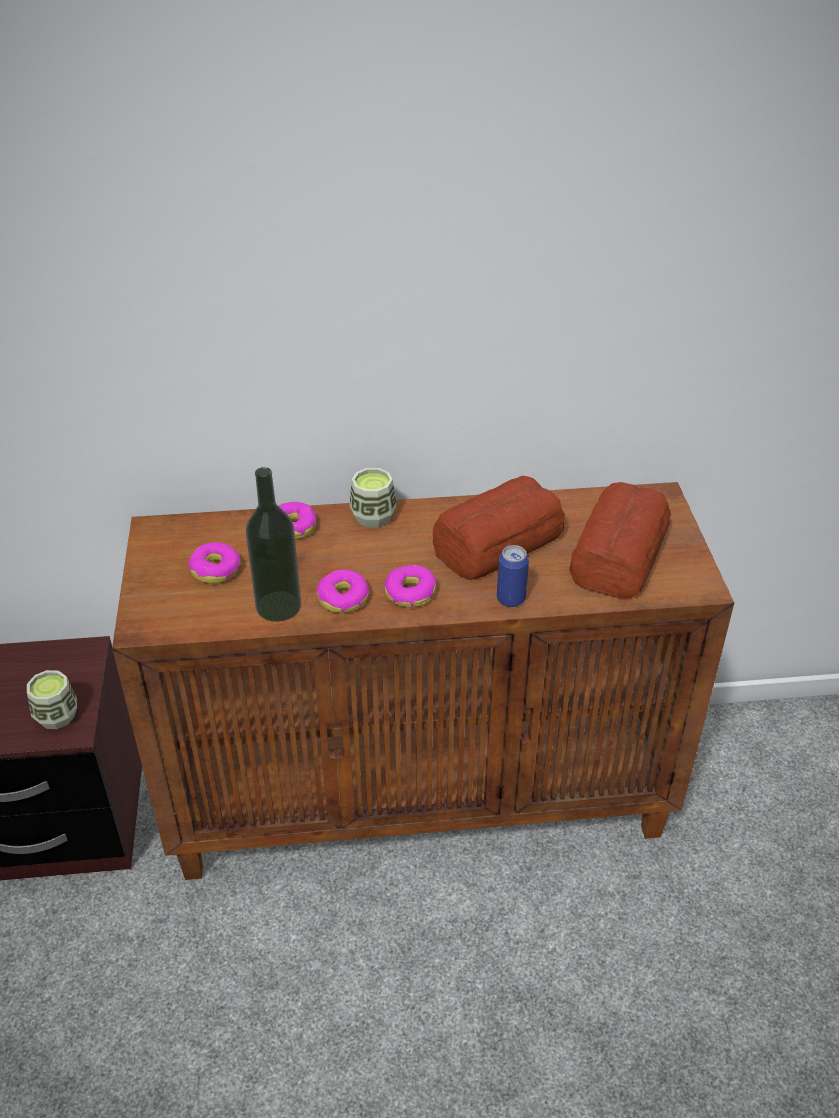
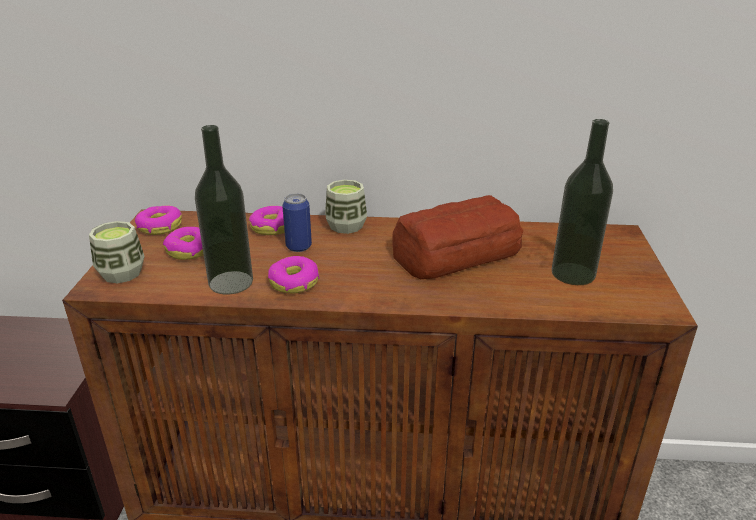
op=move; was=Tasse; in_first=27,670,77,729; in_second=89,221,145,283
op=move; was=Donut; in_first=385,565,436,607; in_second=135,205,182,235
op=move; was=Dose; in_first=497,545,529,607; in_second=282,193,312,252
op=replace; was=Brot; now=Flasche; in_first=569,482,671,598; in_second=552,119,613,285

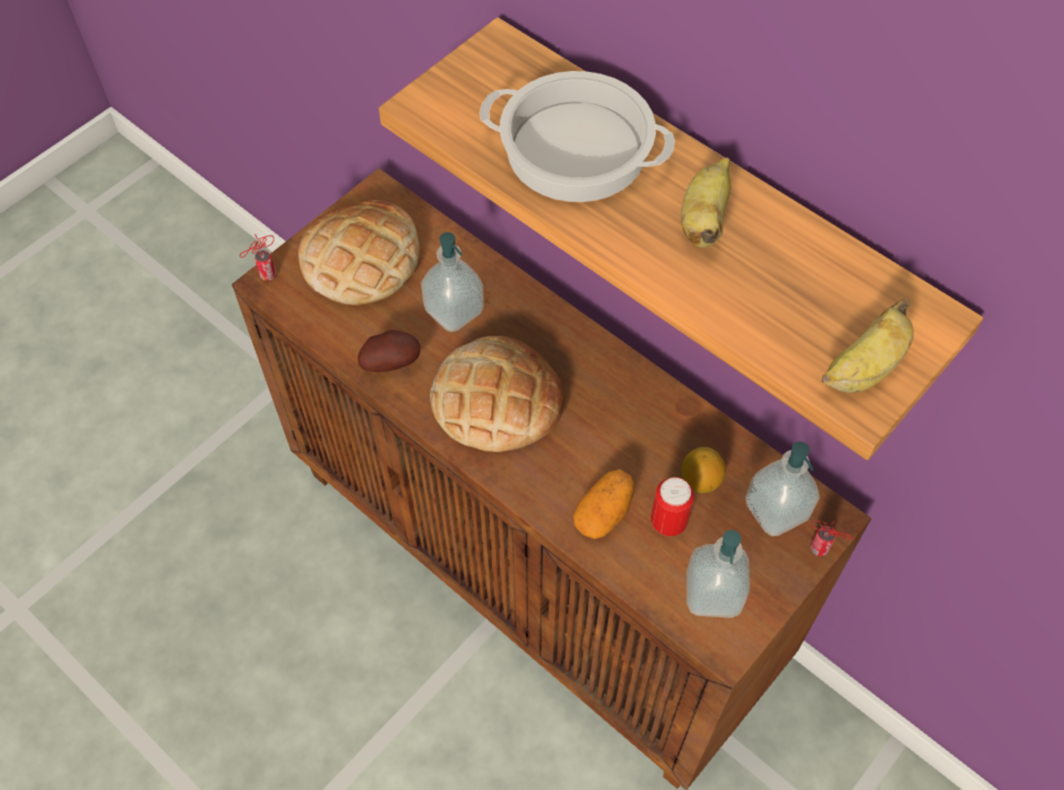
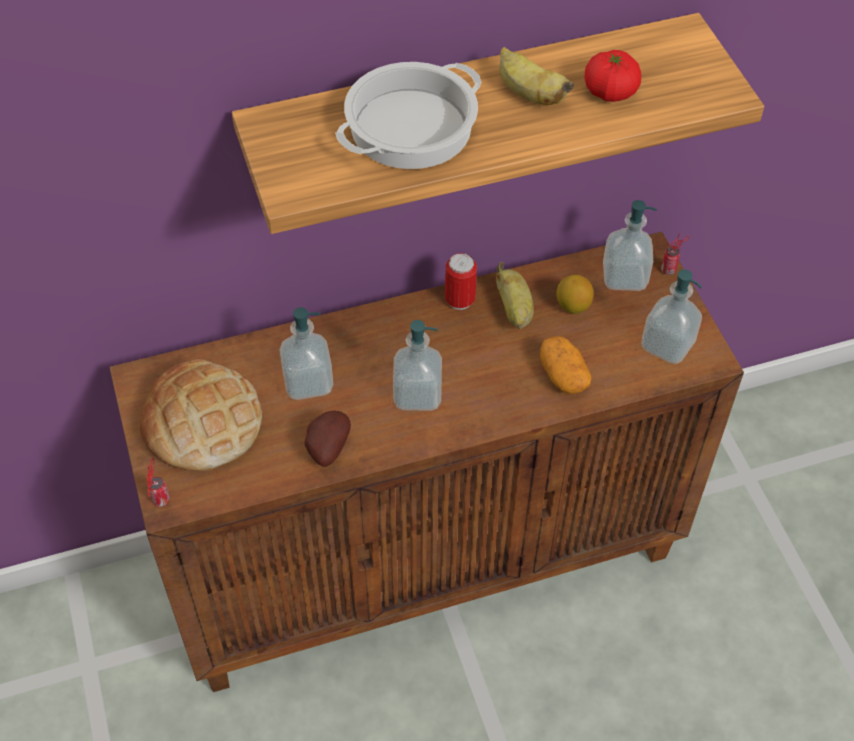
op=insert; now=Tomate; in_second=584,50,641,102
op=move; was=Dose; in_first=651,477,694,536; in_second=445,253,477,310
op=move; was=Banane; in_first=822,298,914,393; in_second=496,262,534,329
op=replace; was=Brot; now=Seifenspender; in_first=430,336,564,452; in_second=393,320,442,411

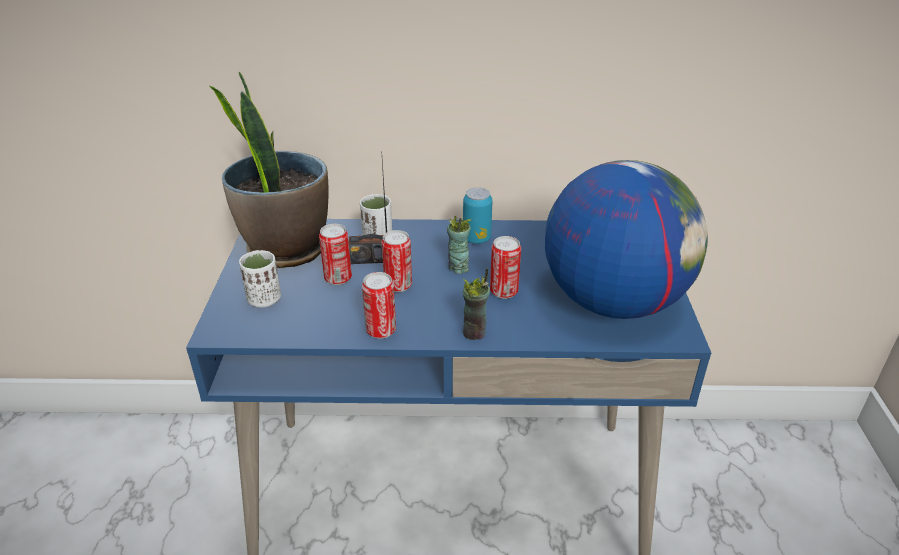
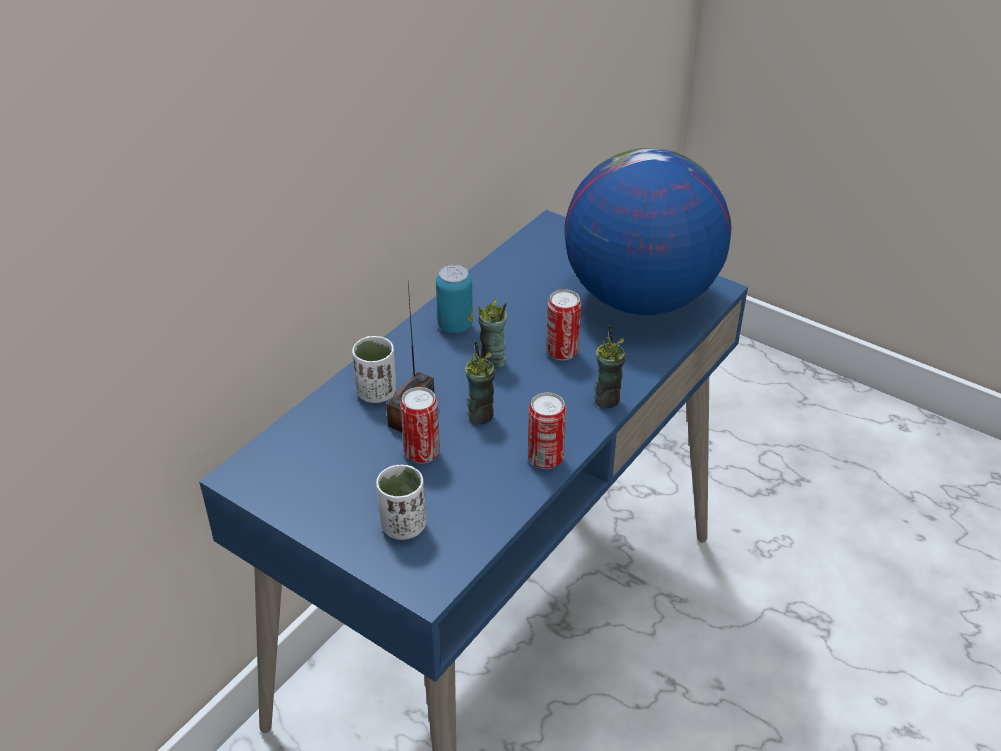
op=delete; was=Topfpflanze; in_first=208,71,329,268
op=replace; was=Dose; now=Tasse; in_first=381,230,412,292; in_second=464,341,496,425

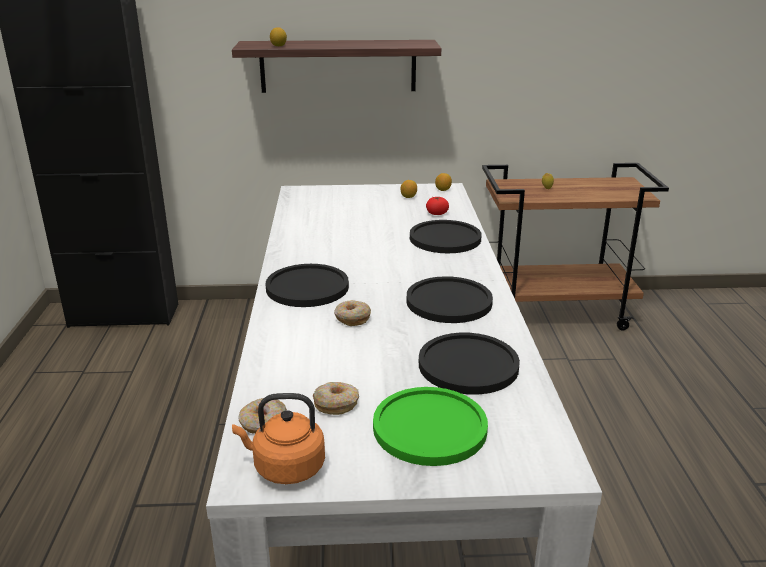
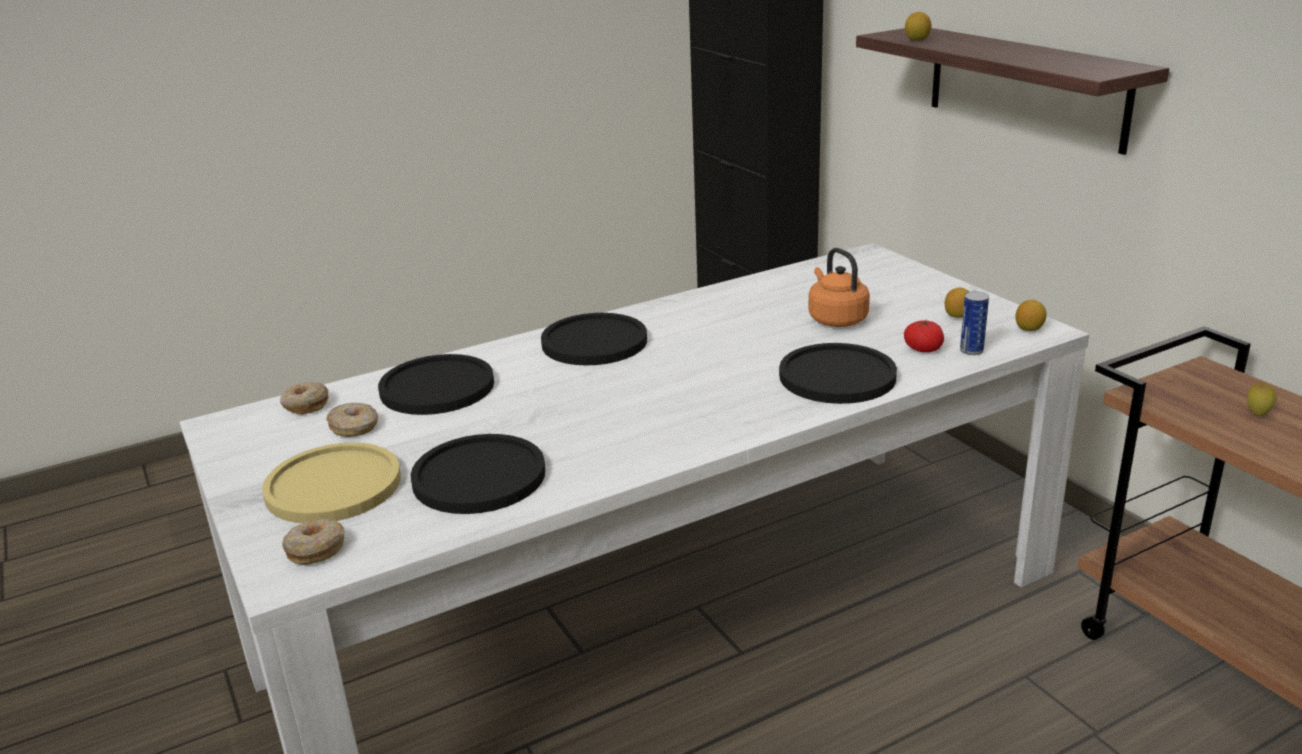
op=insert; now=Dose; in_second=960,291,989,355
op=move; was=Wasserkessel [orange]; in_first=232,393,325,484; in_second=808,248,870,327
op=move; was=Donut; in_first=334,300,371,326; in_second=282,519,344,565
op=move; was=Teller [schwarz]; in_first=407,276,493,323; in_second=378,354,494,415
op=recolor; was=Teller [grün]; now=Teller [gelb]; in_first=373,387,488,466; in_second=262,442,401,523

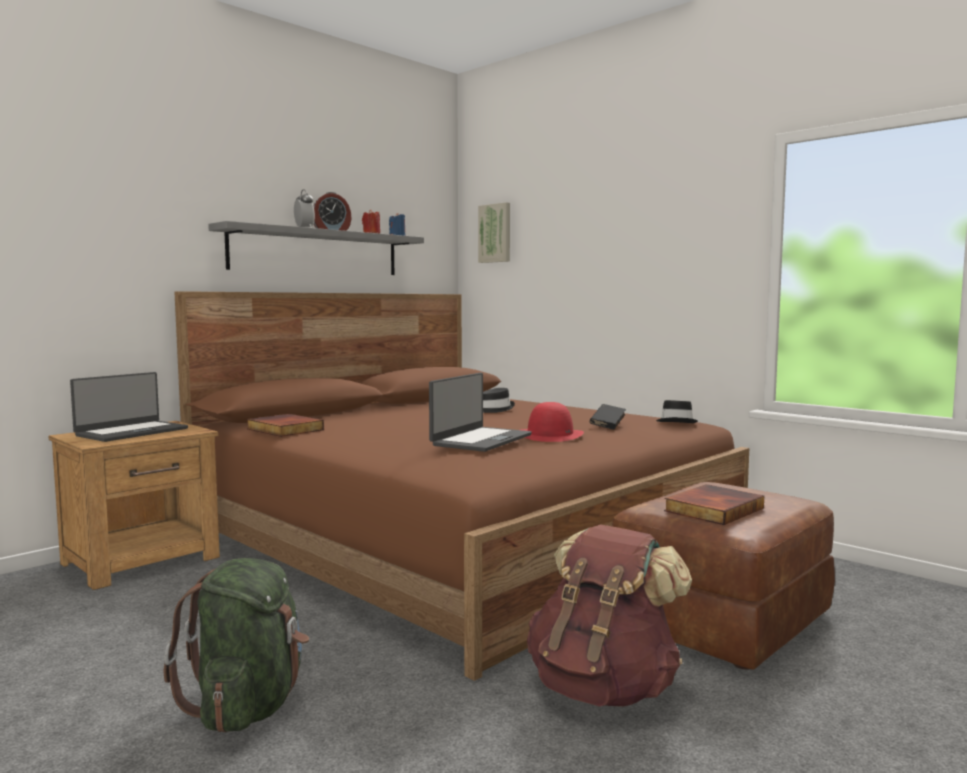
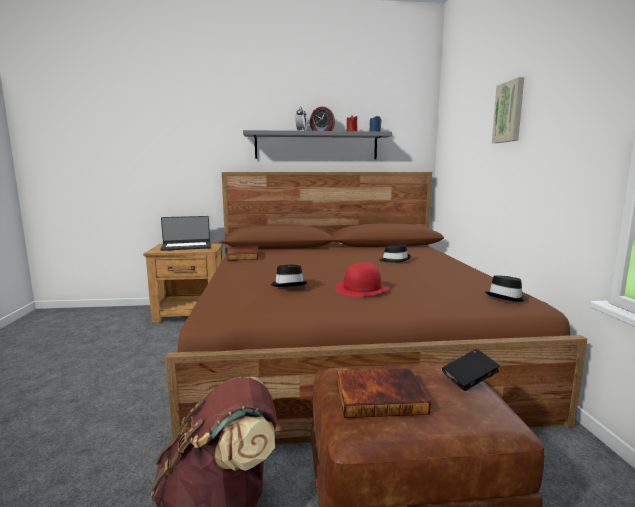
op=delete; was=Rucksack [grün]; in_first=164,558,309,733
op=move; was=Bild; in_first=478,202,510,263; in_second=492,77,524,143
op=move; was=Buch [schwarz]; in_first=590,404,626,430; in_second=442,349,500,391
op=replace; was=Laptop; now=Hut [schwarz]; in_first=429,373,532,452; in_second=271,264,307,287

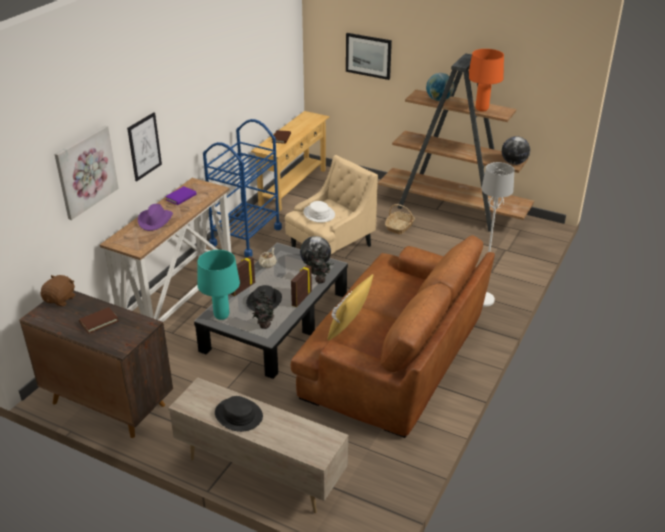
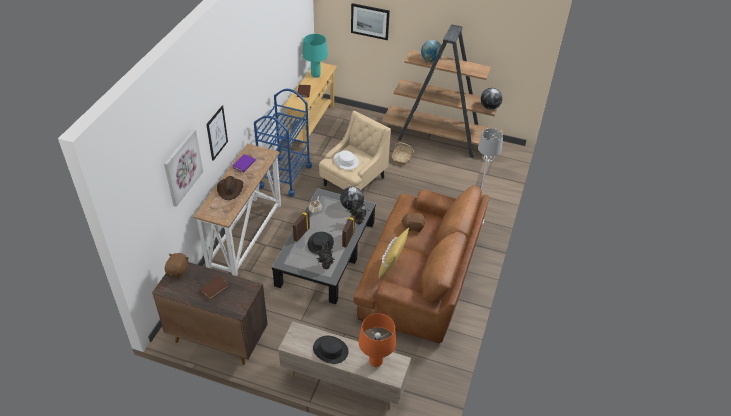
op=insert; now=Plüschtier [braun]; in_second=401,211,425,232
op=move; was=Tischlampe [türkis]; in_first=197,250,240,320; in_second=303,34,328,78
op=move; was=Tischlampe [orange]; in_first=469,49,504,112; in_second=359,313,396,367
op=recolor; was=Hut [lila]; now=Hut [braun]; in_first=138,204,173,231; in_second=217,176,243,200

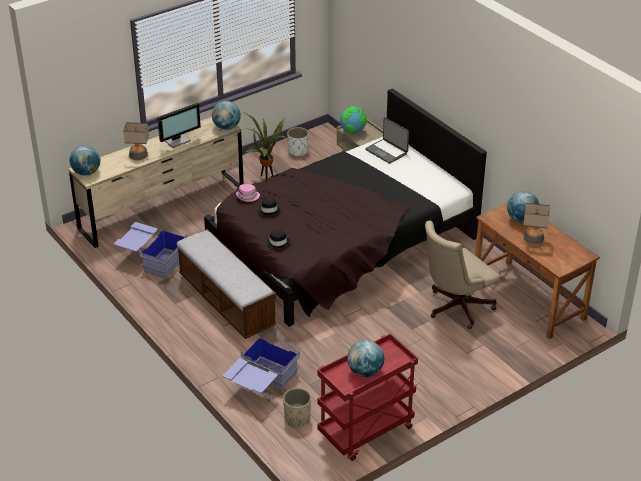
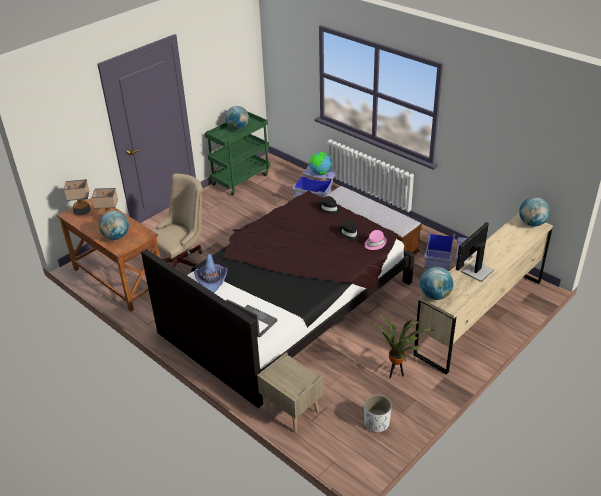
op=delete; was=Pflanzkübel [beige]; in_first=283,388,311,426
op=insert; now=Hut [lila]; in_second=194,254,228,293
op=move; was=Tischlampe; in_first=123,122,149,161; in_second=64,179,91,216
op=move; was=Globus; in_first=340,106,367,133; in_second=309,152,332,175
op=recolor; was=Rollwagen [rot]; now=Rollwagen [grün]; in_first=317,334,418,461; in_second=205,112,270,196

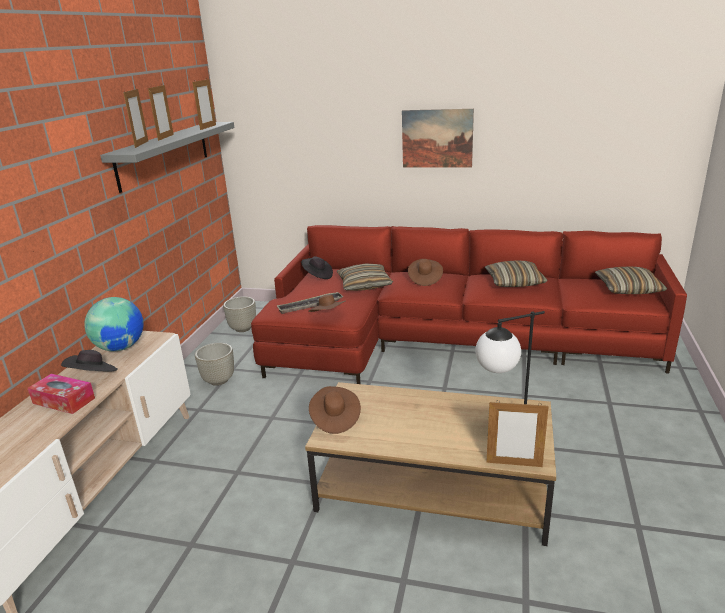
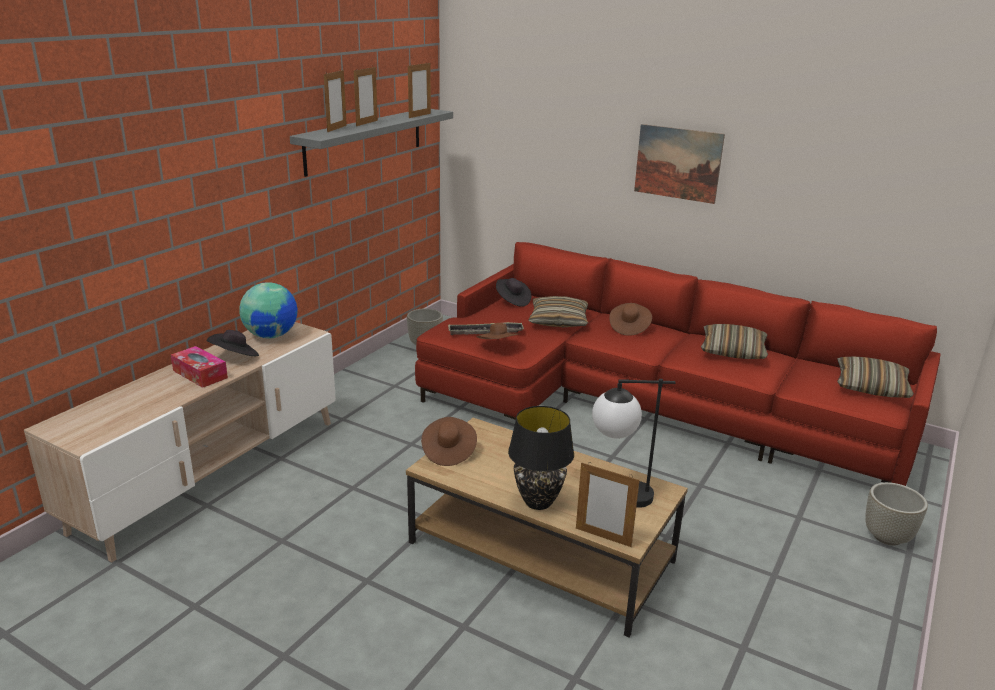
op=insert; now=Tischlampe [schwarz]; in_second=508,406,574,510
op=move; was=Pflanzkübel [grau]; in_first=195,343,234,386; in_second=865,482,928,546

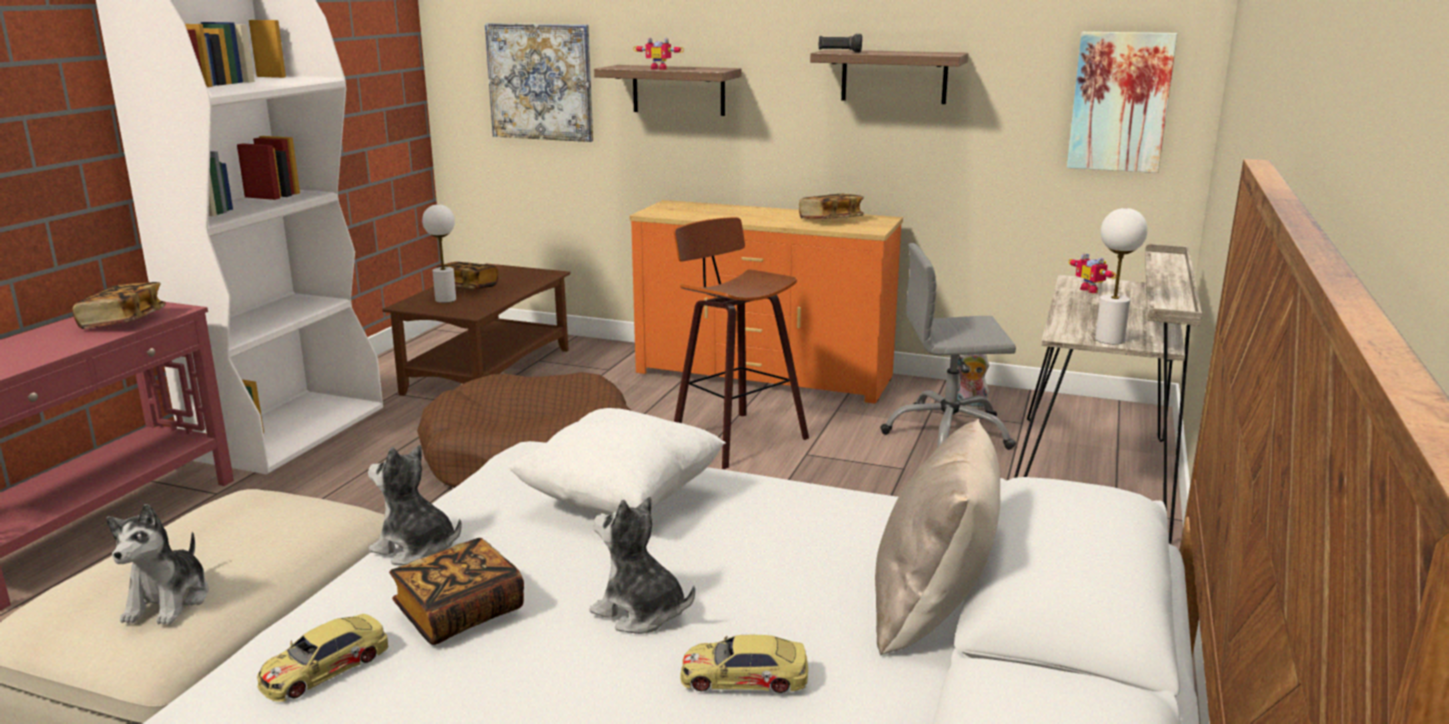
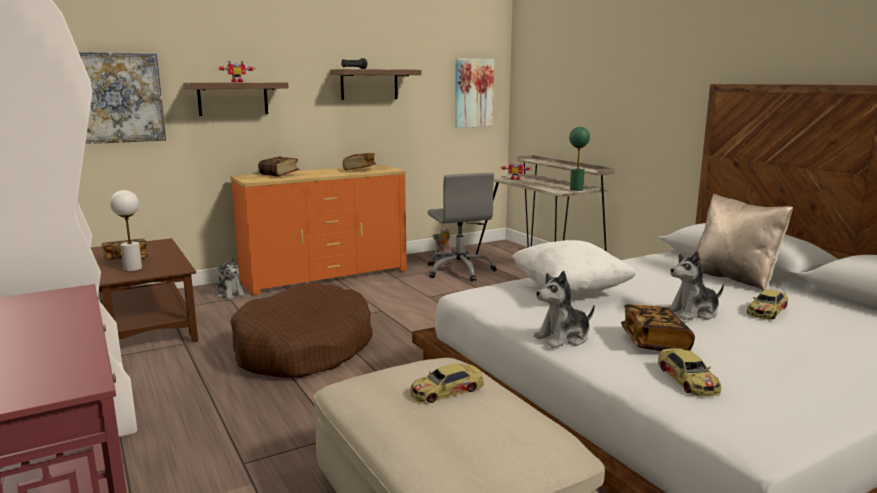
op=delete; was=Hocker; in_first=674,217,809,469
op=insert; now=Spielzeugauto; in_second=410,364,484,403
op=move; was=Buch; in_first=72,282,166,329; in_second=258,157,300,177
op=move; was=Plüschtier; in_first=106,504,209,625; in_second=217,257,246,300
op=recolor; was=Tischlampe [weiß]; now=Tischlampe [grün]; in_first=1095,208,1148,344; in_second=569,127,590,191
op=rotate; was=Bürostuhl [grau]; in_first=880,243,1016,450; in_second=428,173,496,281; clockwise=-60

